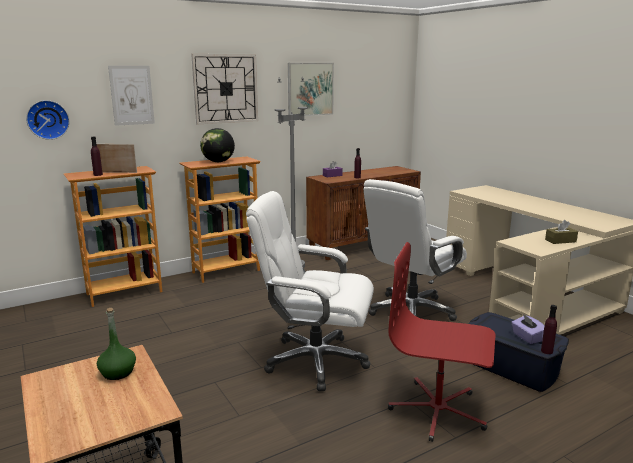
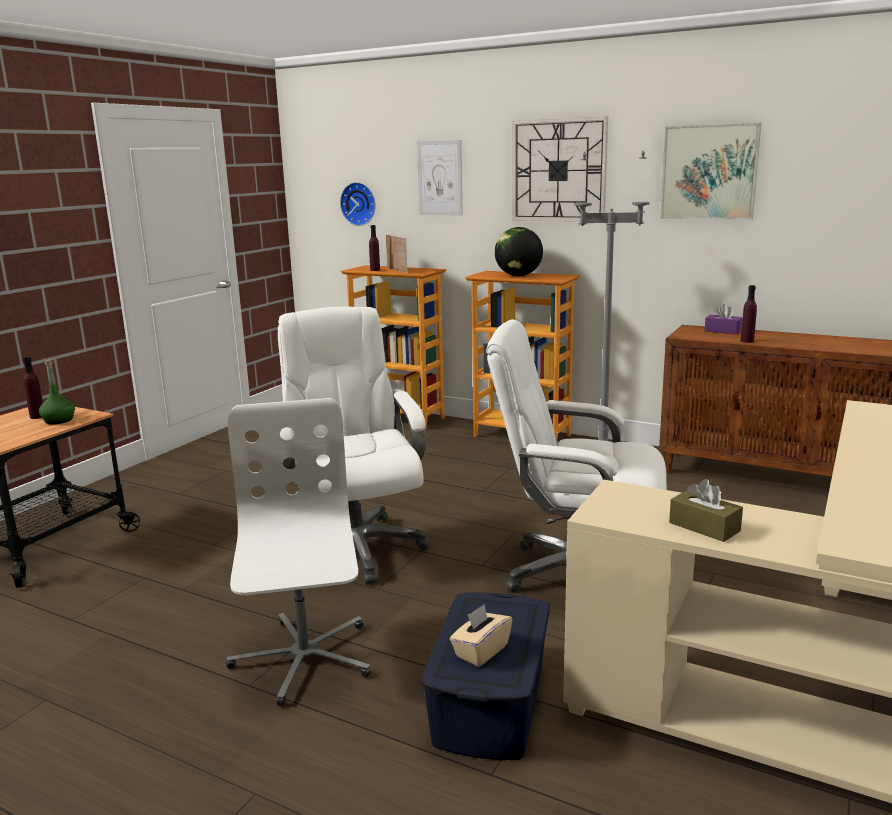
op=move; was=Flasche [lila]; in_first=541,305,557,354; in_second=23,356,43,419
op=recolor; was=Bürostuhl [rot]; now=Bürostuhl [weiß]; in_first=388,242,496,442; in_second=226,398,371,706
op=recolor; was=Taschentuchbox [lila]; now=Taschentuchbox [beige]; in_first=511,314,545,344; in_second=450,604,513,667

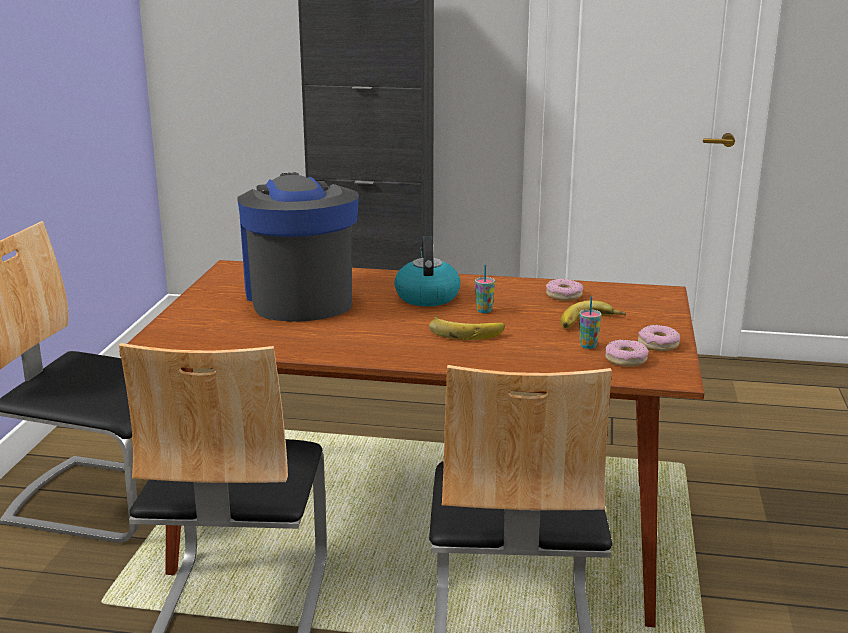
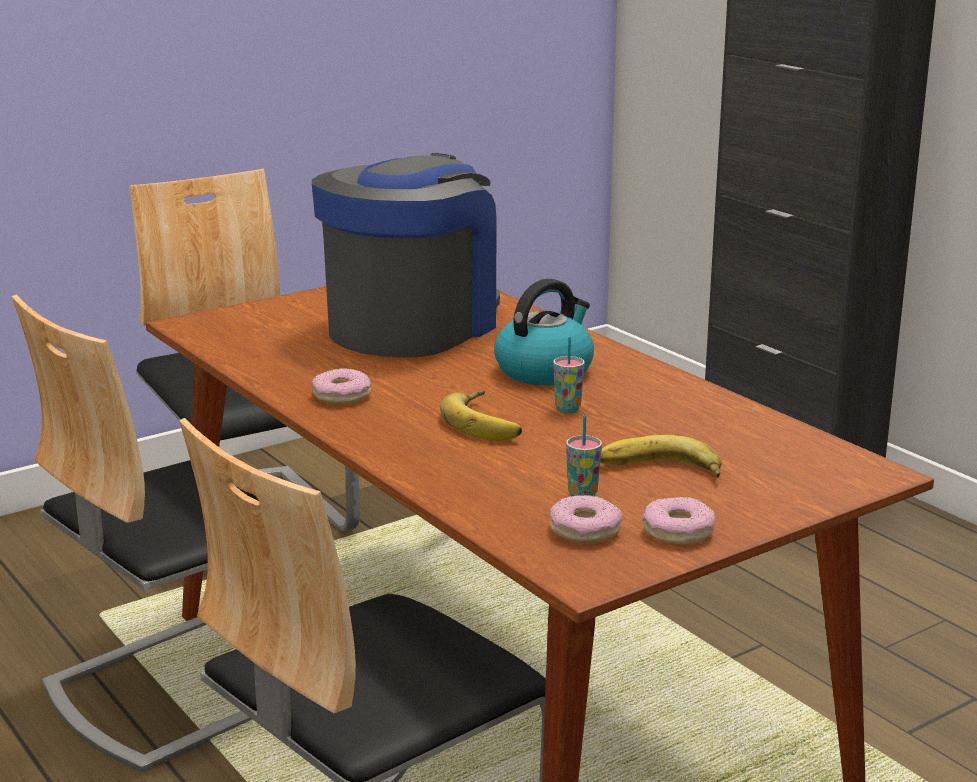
op=move; was=Donut; in_first=546,279,584,301; in_second=311,368,371,405

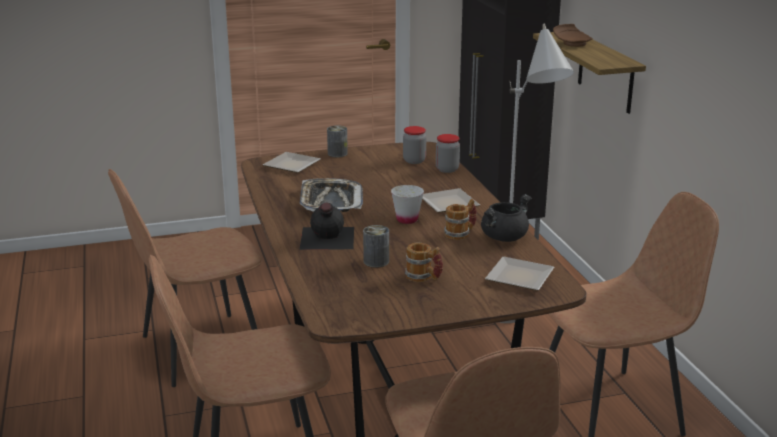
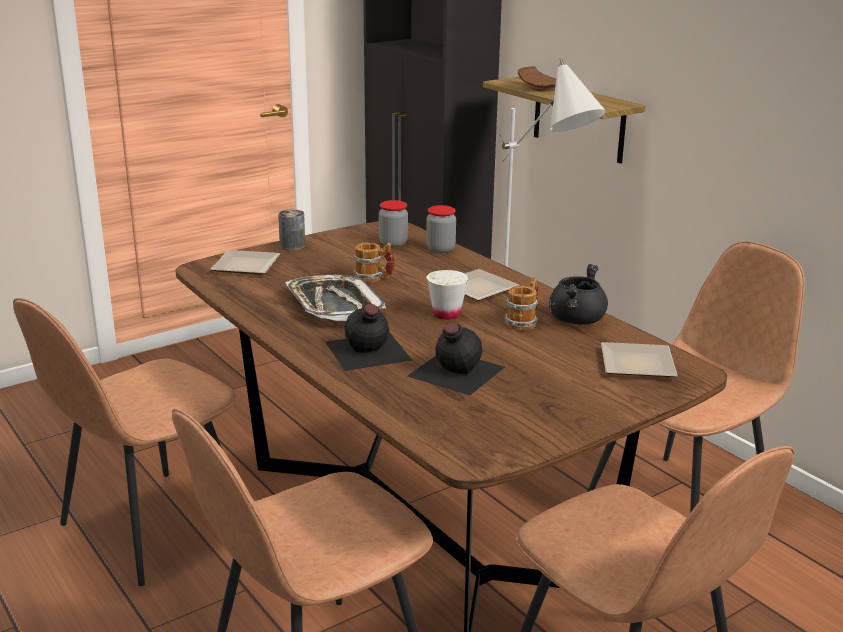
op=move; was=Henkelbecher; in_first=405,243,443,282; in_second=353,243,395,283
op=replace; was=Dose; now=Flasche [schwarz]; in_first=363,225,389,268; in_second=407,323,505,396

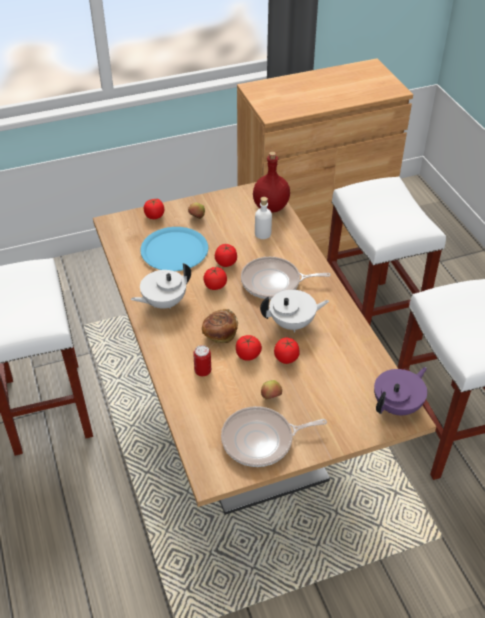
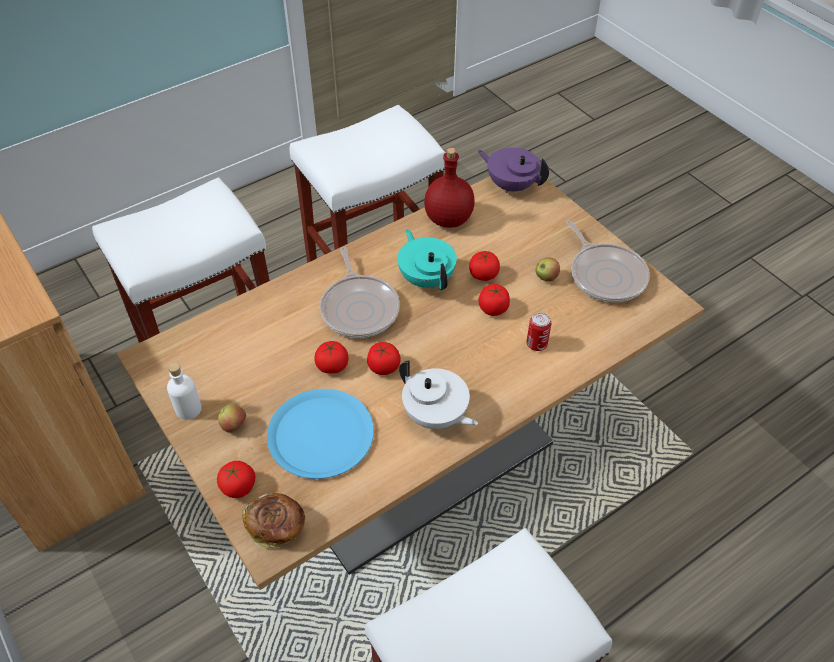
op=move; was=Brot; in_first=202,309,238,343; in_second=242,493,305,548
op=move; was=Flasche [rot]; in_first=253,152,290,213; in_second=424,148,475,228
op=move; was=Flasche [weiß]; in_first=255,197,272,239; in_second=167,362,202,420
op=recolor; was=Teekanne [weiß]; now=Teekanne [türkis]; in_first=260,290,329,332; in_second=397,229,457,290

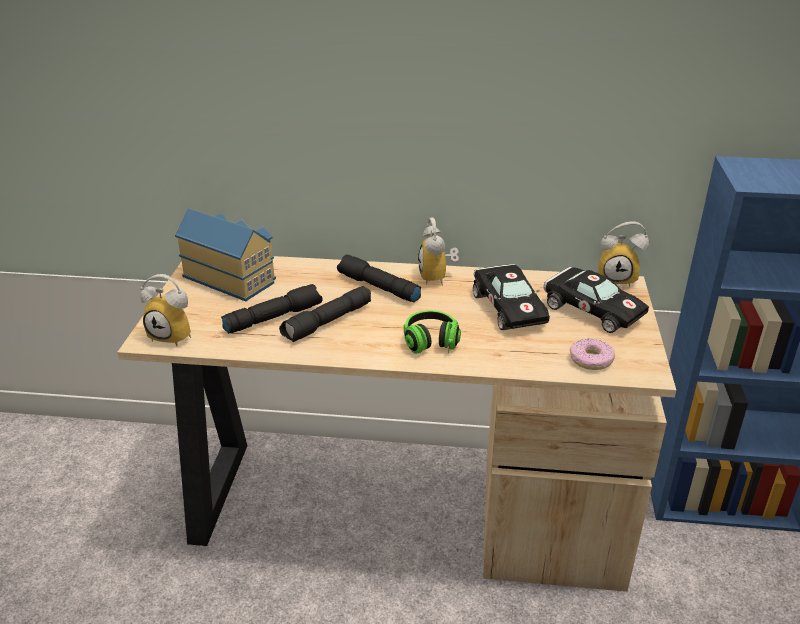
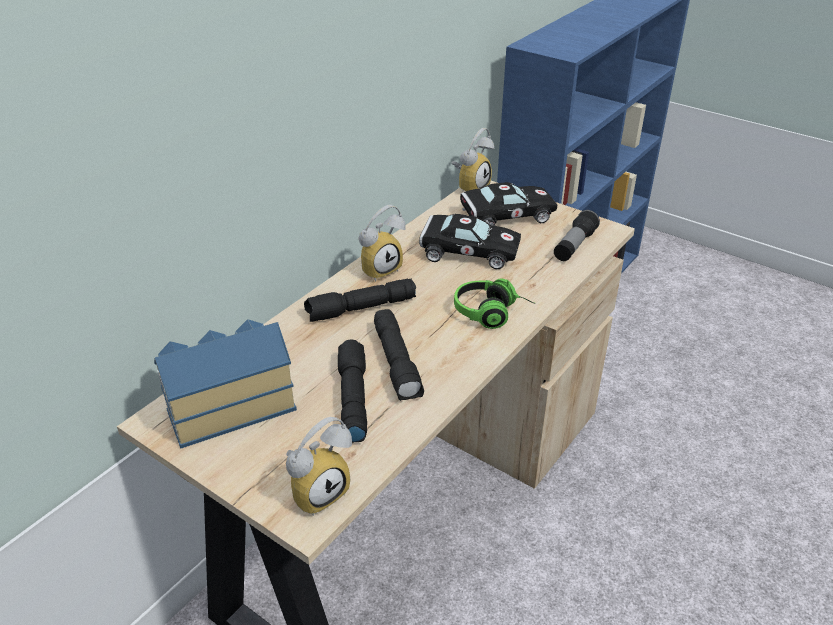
op=replace; was=Donut; now=Taschenlampe; in_first=570,338,615,370; in_second=554,210,600,261
op=rotate; was=Wecker; in_first=418,218,459,286; in_second=358,205,406,282; clockwise=-60

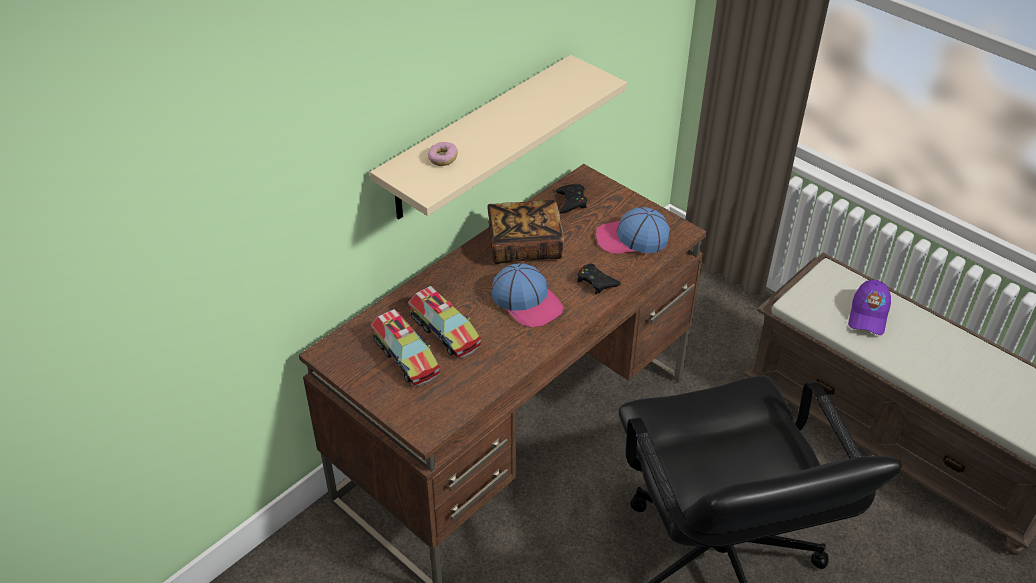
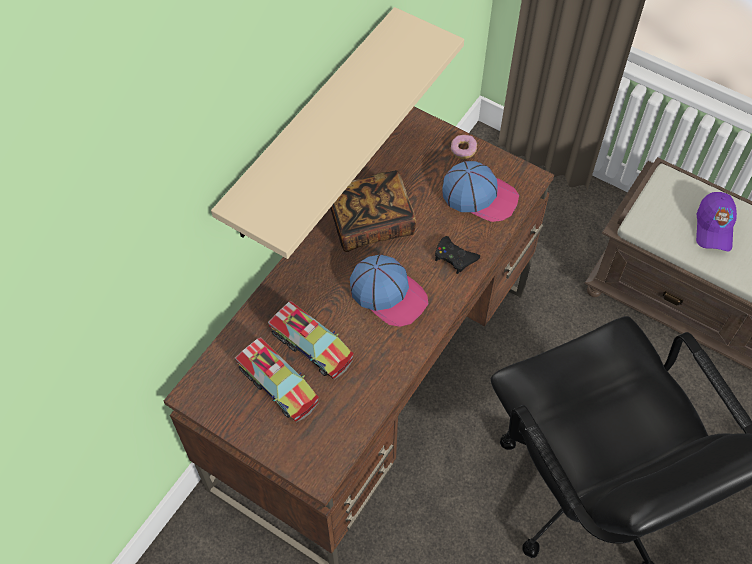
op=delete; was=Gamepad [schwarz]; in_first=556,184,587,214
op=move; was=Donut; in_first=428,142,458,166; in_second=451,135,477,159
op=rotate; was=Kappe; in_first=596,207,670,254; in_second=442,161,519,222; clockwise=-150

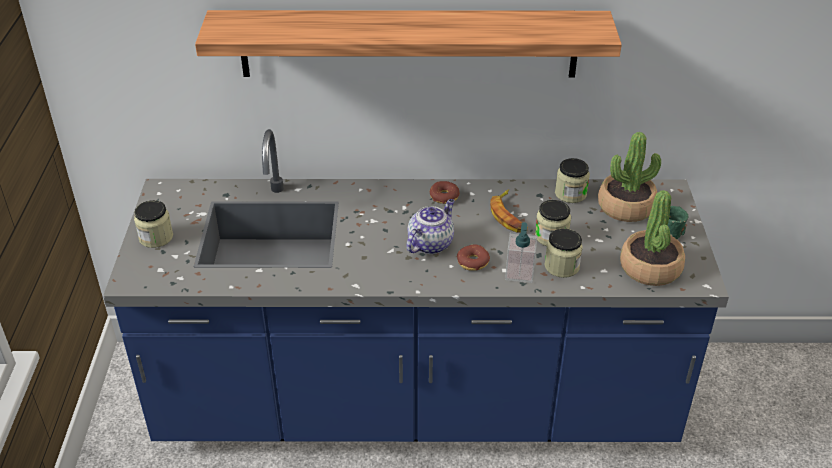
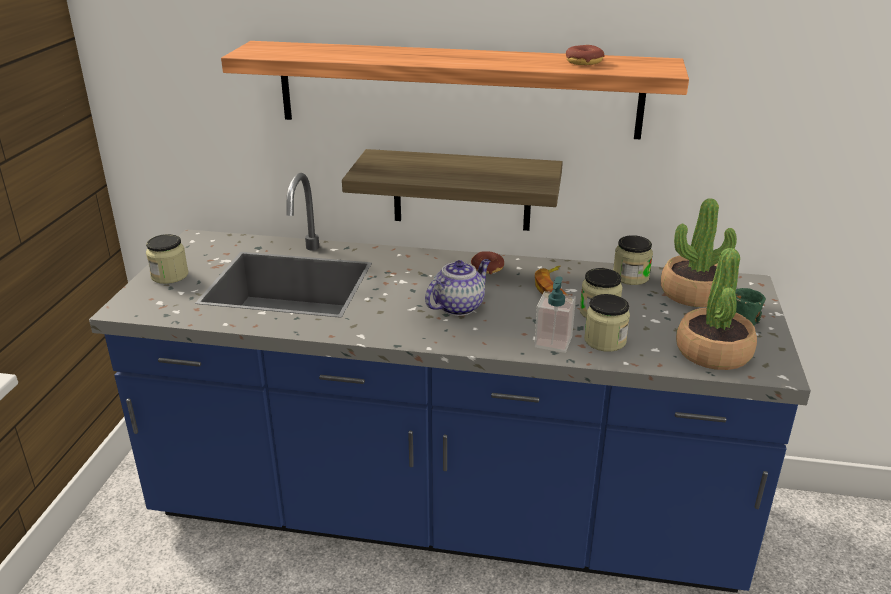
op=insert; now=Wandregal; in_second=342,149,563,231
op=move; was=Donut; in_first=457,244,490,271; in_second=566,45,605,65

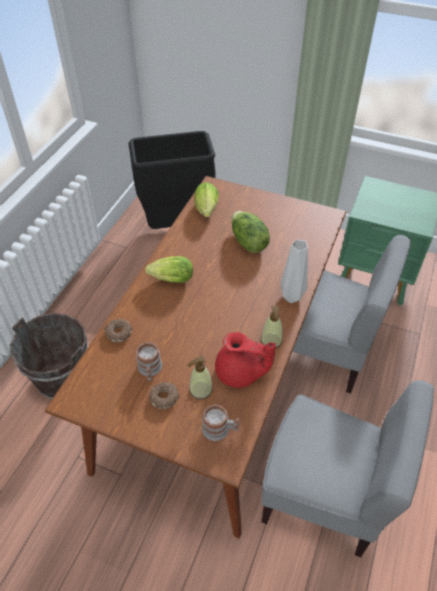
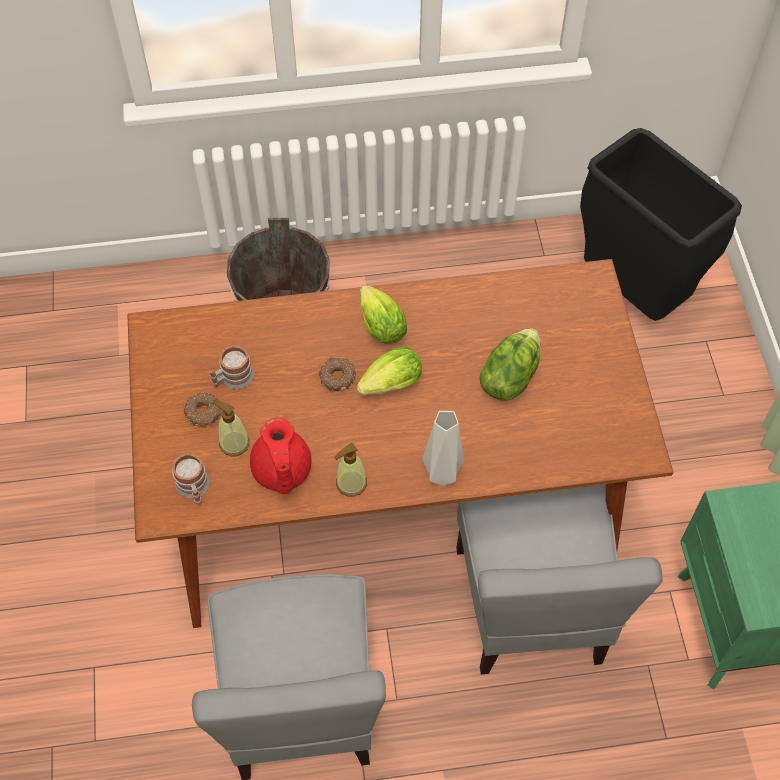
op=move; was=Donut; in_first=104,319,132,342; in_second=319,357,356,391
op=move; was=Salatkopf; in_first=194,182,219,217; in_second=356,347,422,395

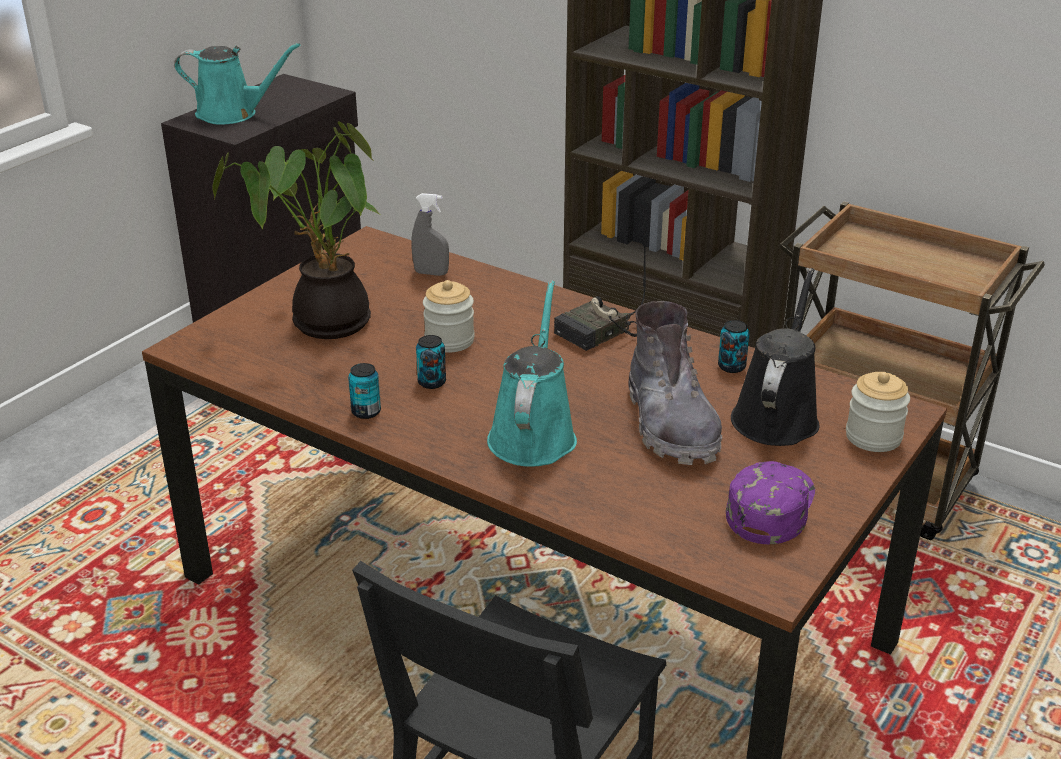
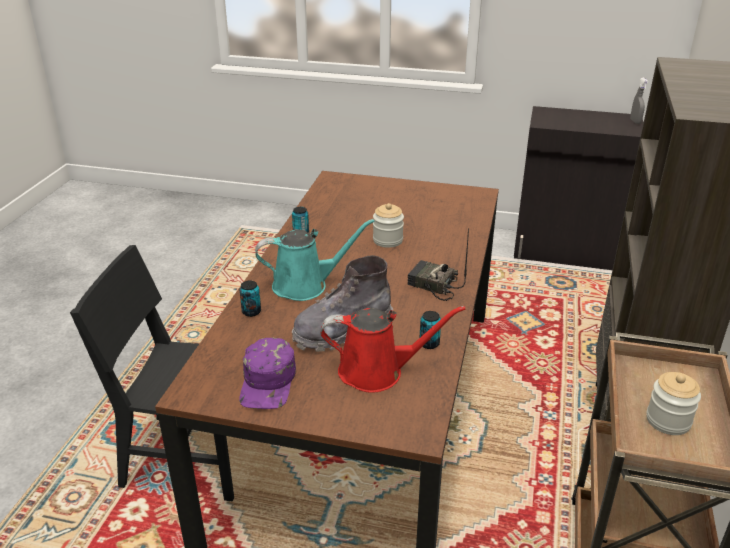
op=delete; was=Gießkanne [türkis]; in_first=174,43,300,125
op=delete; was=Topfpflanze; in_first=212,122,380,339
op=move; was=Sprühflasche [grau]; in_first=411,193,449,276; in_second=630,78,648,124
op=move; was=Dose; in_first=416,335,446,389; in_second=240,280,261,317
op=move; was=Vorratsglas; in_first=846,372,910,452; in_second=647,372,701,435
op=recolor; was=Gießkanne [schwarz]; now=Gießkanne [rot]; in_first=731,268,819,446; in_second=321,306,466,393
op=rotate; was=Kappe [lila]; in_first=726,461,815,544; in_second=239,337,296,409; clockwise=90

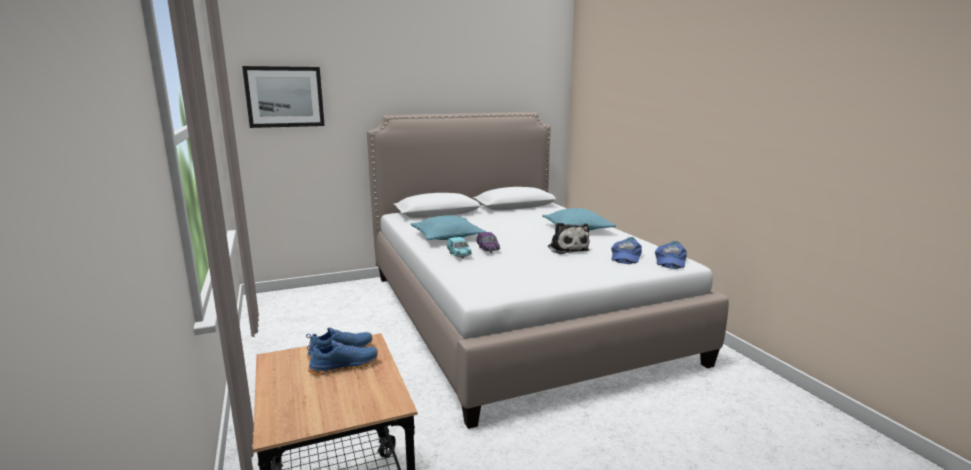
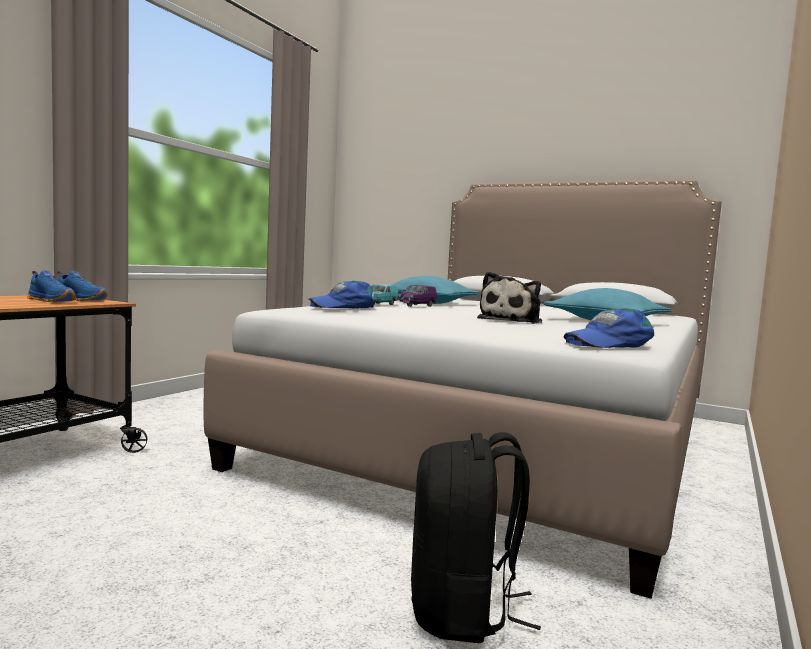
op=delete; was=Bild; in_first=242,66,325,128
op=insert; now=Rucksack [schwarz]; in_second=411,432,541,643
op=move; was=Kappe [blau]; in_first=611,237,642,264; in_second=309,281,376,309

